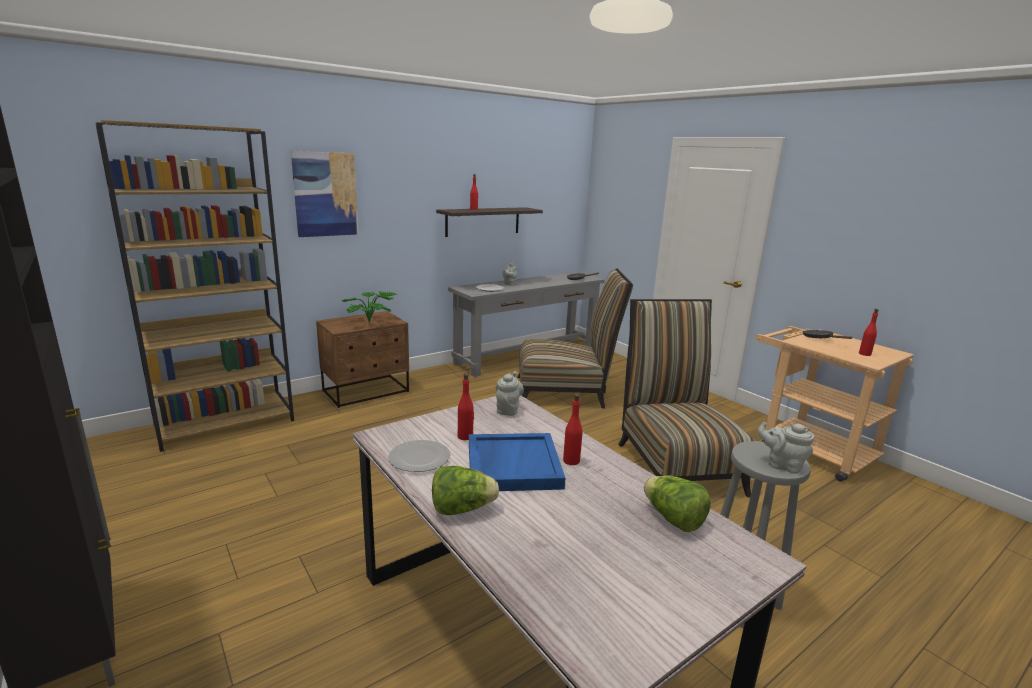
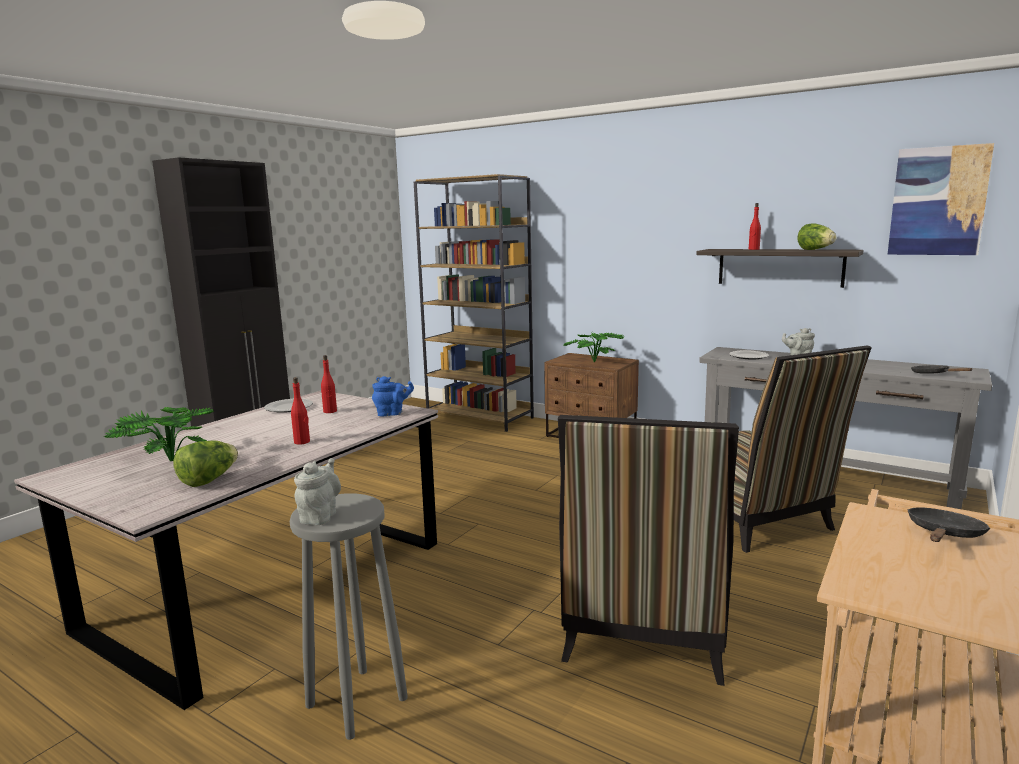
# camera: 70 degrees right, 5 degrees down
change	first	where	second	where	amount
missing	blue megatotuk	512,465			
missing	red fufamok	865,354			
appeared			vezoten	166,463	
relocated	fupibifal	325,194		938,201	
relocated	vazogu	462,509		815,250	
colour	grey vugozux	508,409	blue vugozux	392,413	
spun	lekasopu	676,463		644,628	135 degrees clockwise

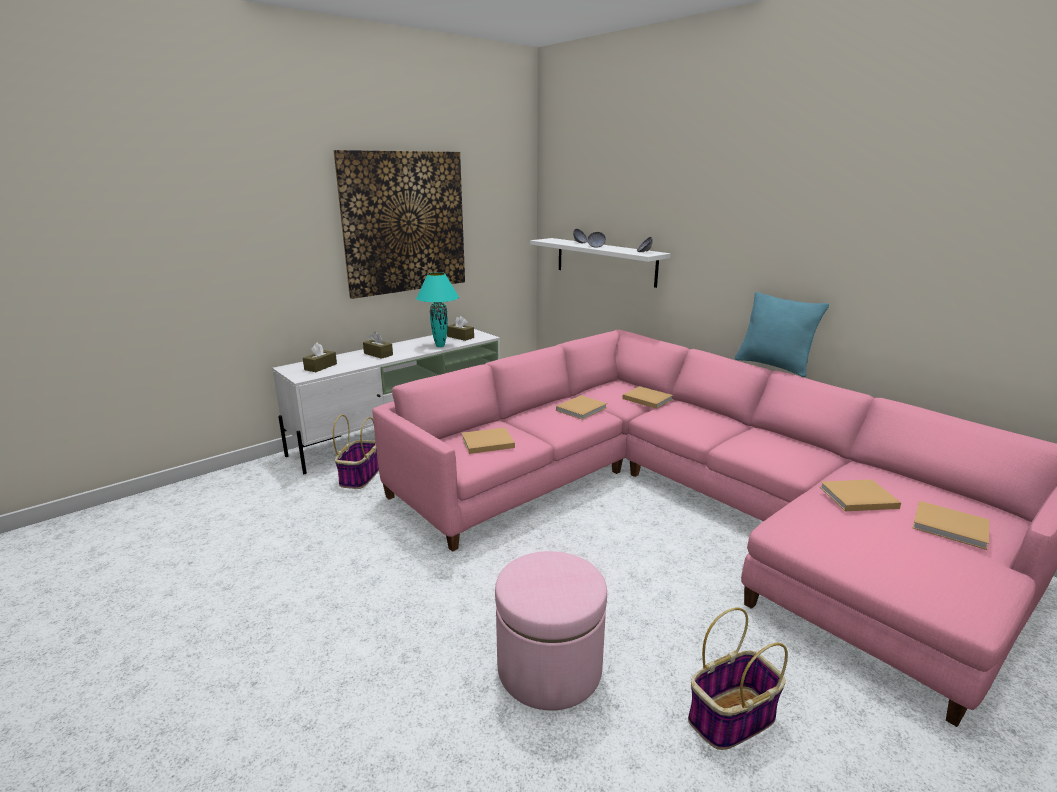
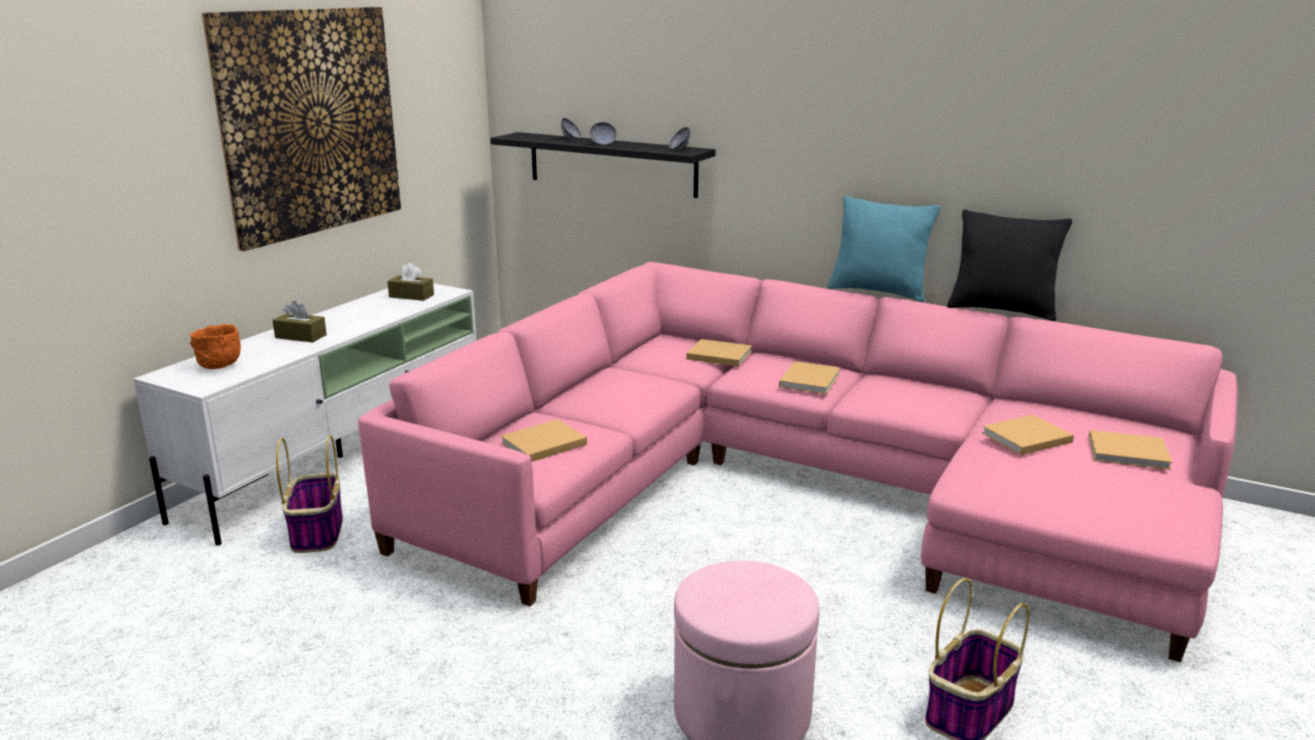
# camera: 20 degrees left, 0 degrees up
change	first	where	second	where	amount
missing	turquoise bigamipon	440,346			
appeared			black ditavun	1002,310	
relocated	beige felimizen	582,408		810,379	
exchanged	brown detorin	320,367	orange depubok	220,367	
colour	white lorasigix	605,261	black lorasigix	611,164	

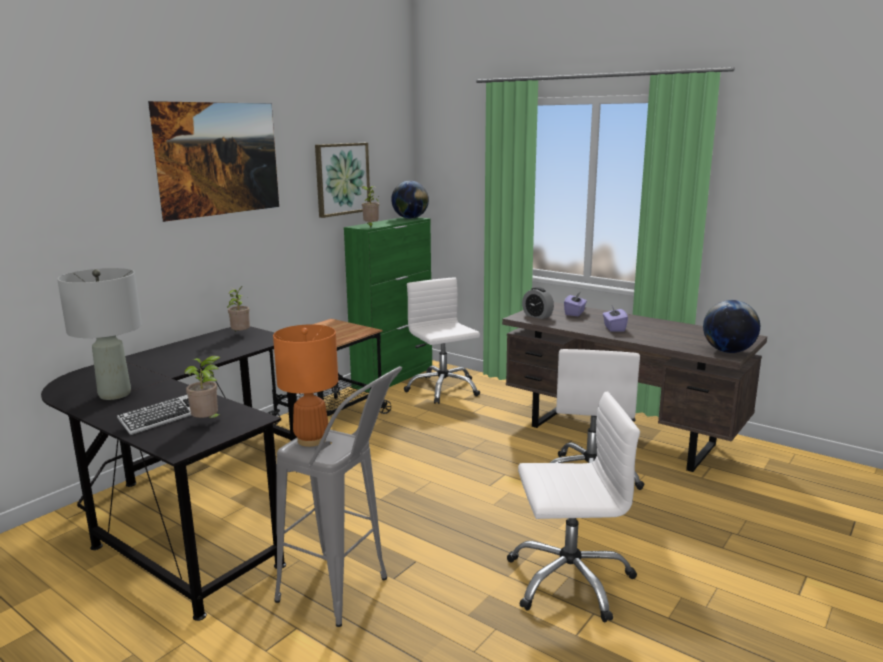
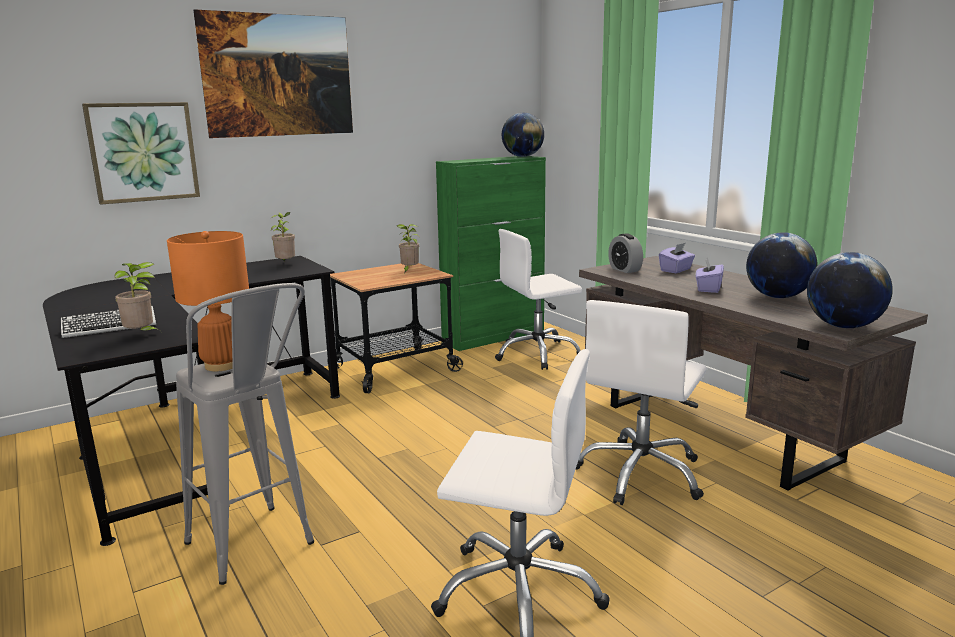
# camera: 20 degrees right, 0 degrees up
change	first	where	second	where	amount
missing	grey bigamipon	114,394			
appeared			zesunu	777,297	
relocated	fupibifal	342,179		143,152	
relocated	vezoten	371,226		409,271	
spun	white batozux	442,389		537,354	105 degrees counterclockwise

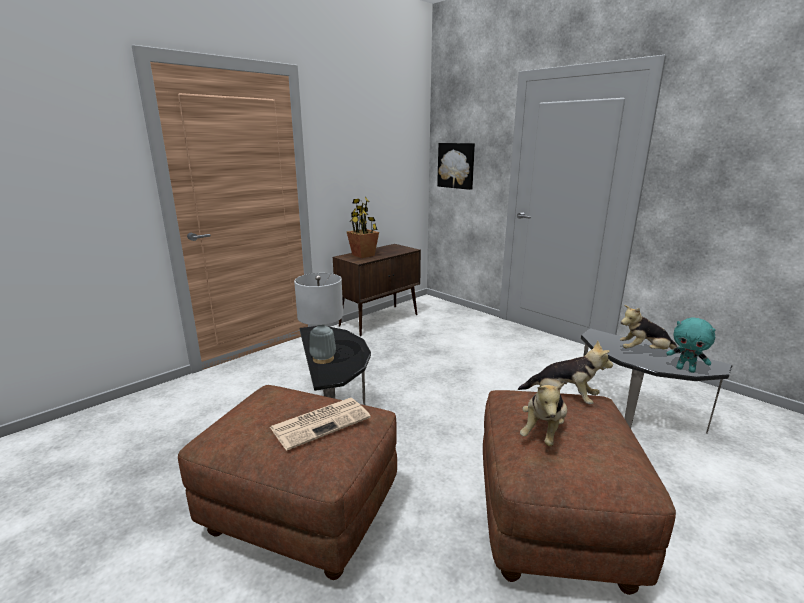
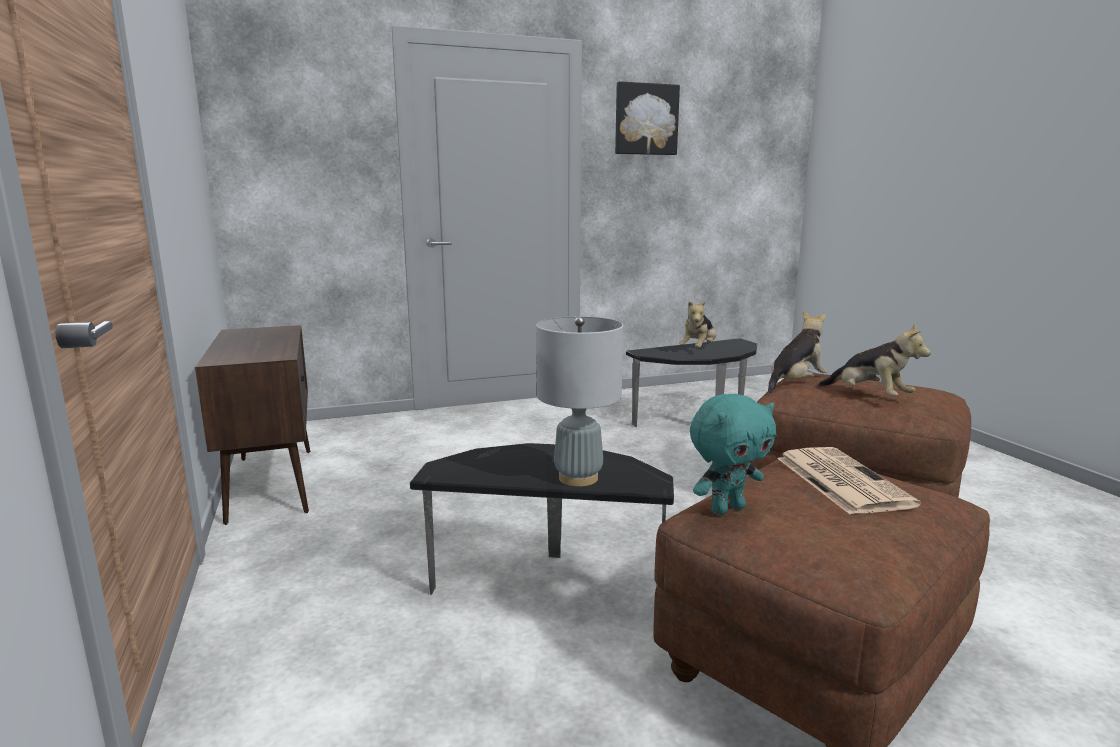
# camera: 65 degrees left, 5 degrees down
change	first	where	second	where	amount
missing	vezoten	363,255			
relocated	fupibifal	456,165		645,119	
relocated	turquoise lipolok	685,369		727,508	

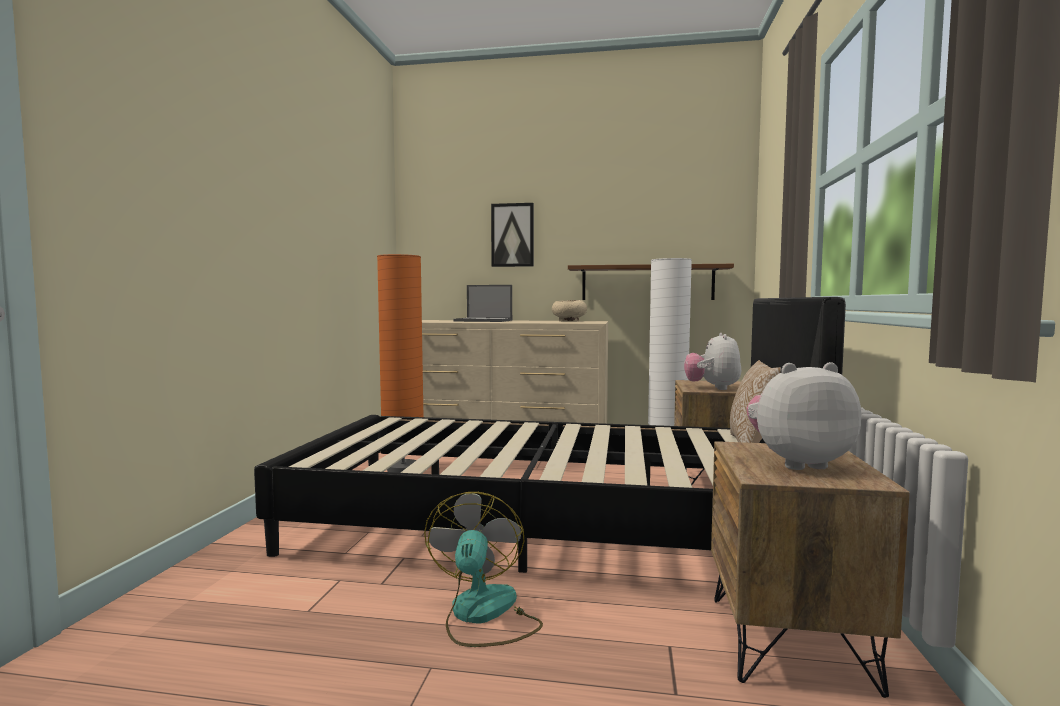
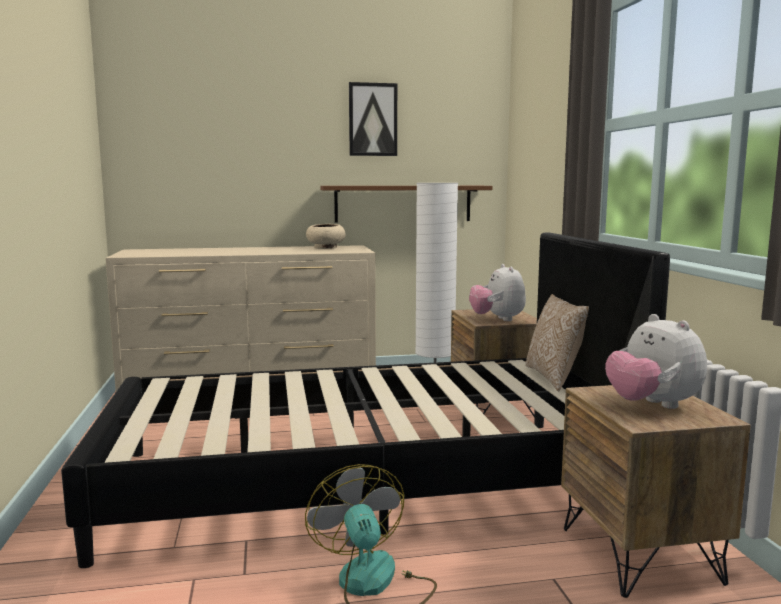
# camera: 20 degrees left, 5 degrees up
change	first	where	second	where	amount
missing	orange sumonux	403,469			
missing	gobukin	484,321			
relocated	fupibifal	512,235		372,119	
spun	lipolok	797,463		652,405	90 degrees counterclockwise

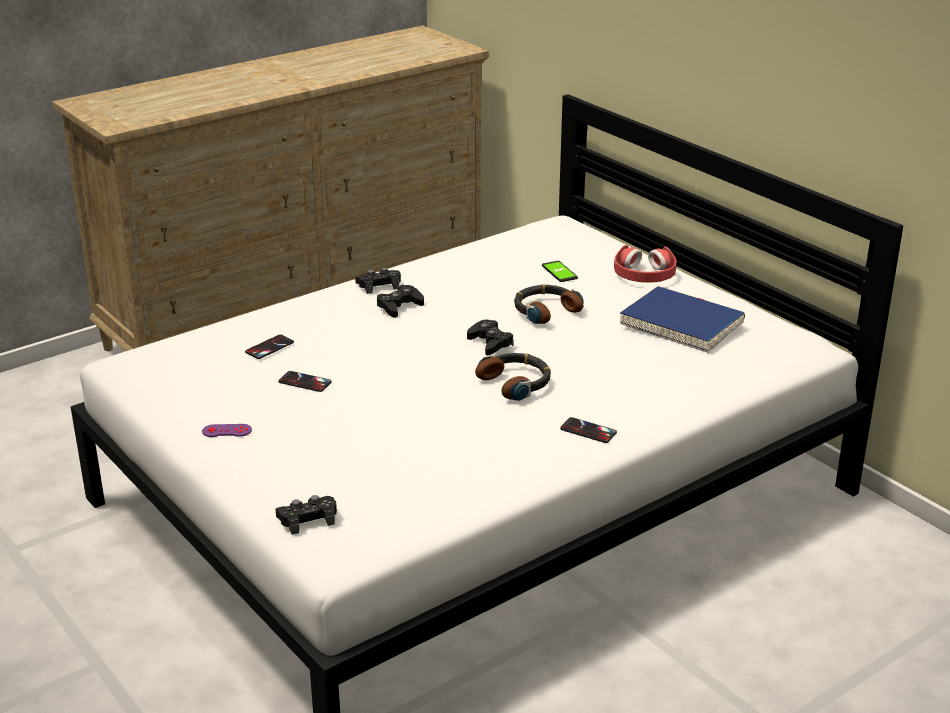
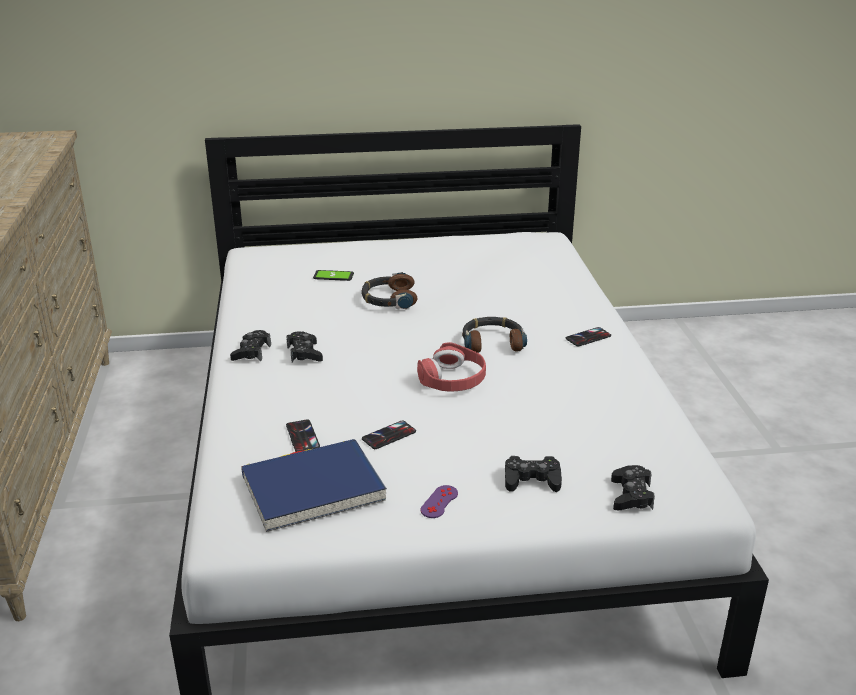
# camera: 60 degrees left, 0 degrees up
change	first	where	second	where	amount
relocated	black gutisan	490,343		532,480	
relocated	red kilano	644,275		453,379	
relocated	blue felimizen	681,324		313,489	

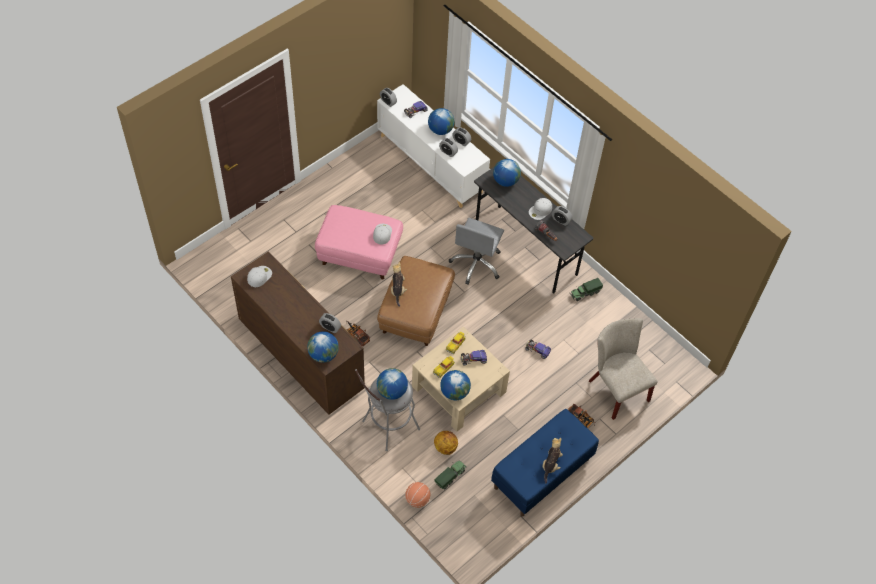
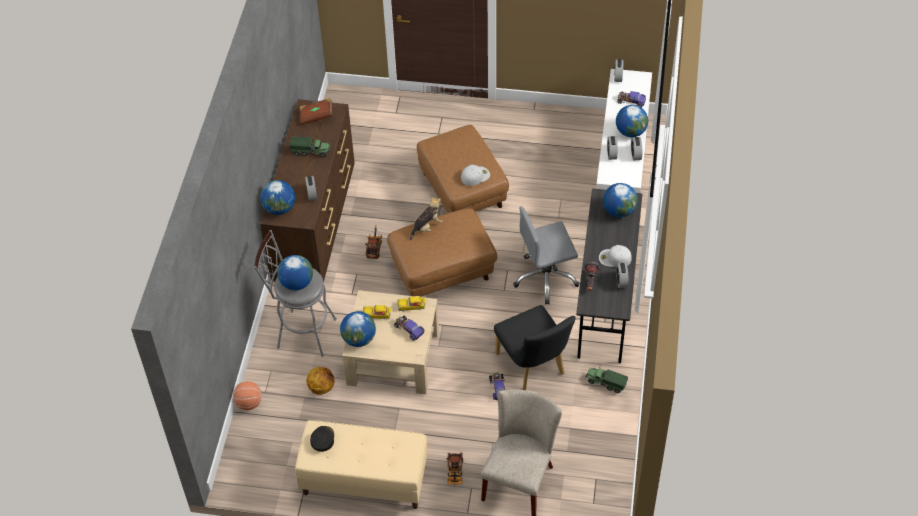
# camera: 55 degrees right, 5 degrees down
change	first	where	second	where	amount
missing	lipolok	551,464			
appeared			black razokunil	322,439	
appeared			black lekasopu	533,367	
relocated	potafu	450,477		311,152	
exchanged	white razokunil	259,276	brown felimizen	316,116	
colour	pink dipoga	359,254	brown dipoga	462,190	
colour	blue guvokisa	541,474	beige guvokisa	364,480	

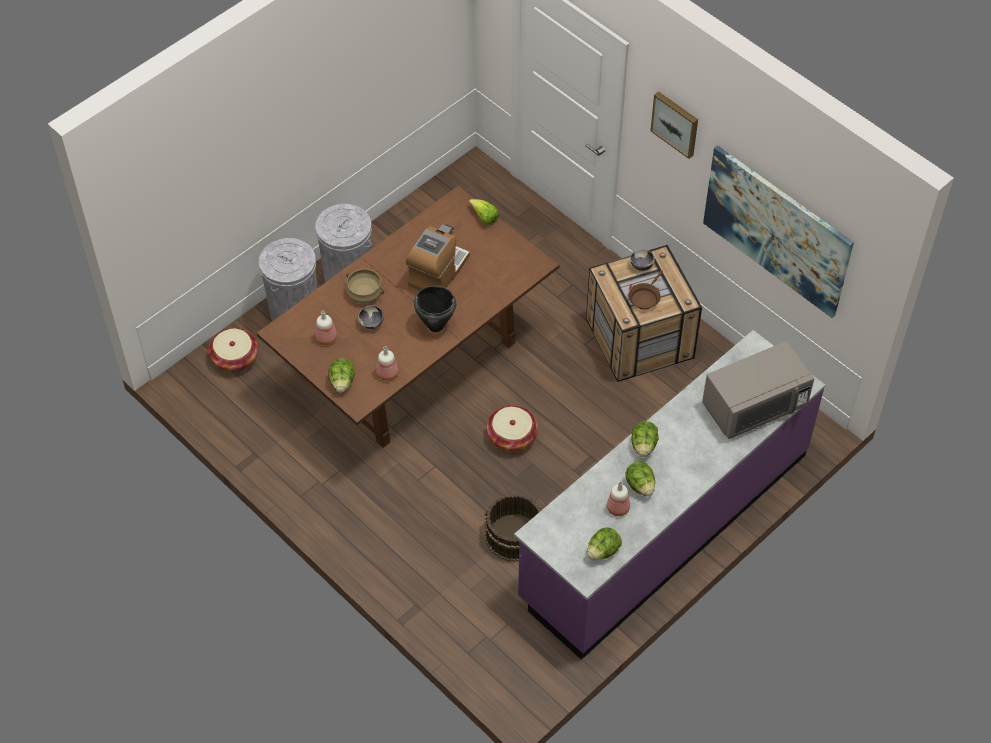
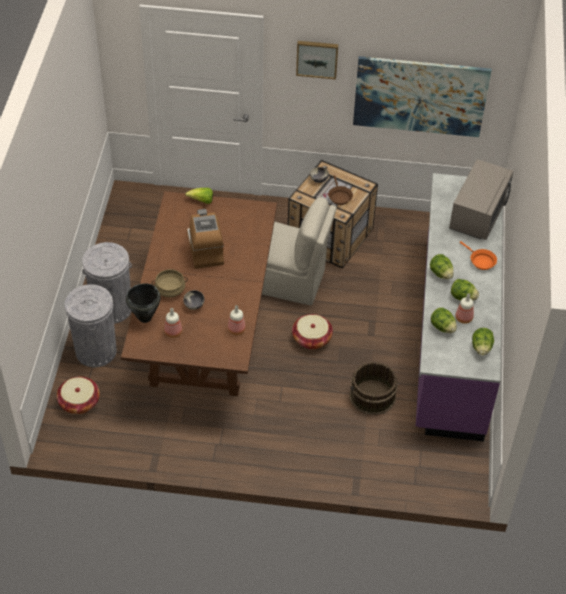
# camera: 40 degrees left, 5 degrees down
change	first	where	second	where	amount
appeared			beige lekasopu	288,281	
appeared			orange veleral	480,261	
relocated	vazogu	342,382		442,327	
relocated	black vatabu	435,325		144,317	

